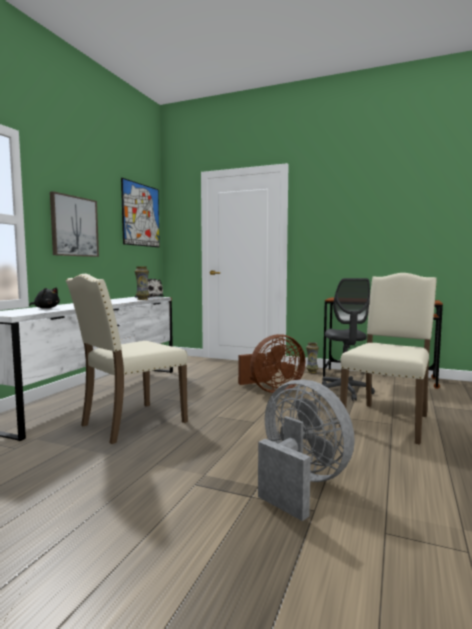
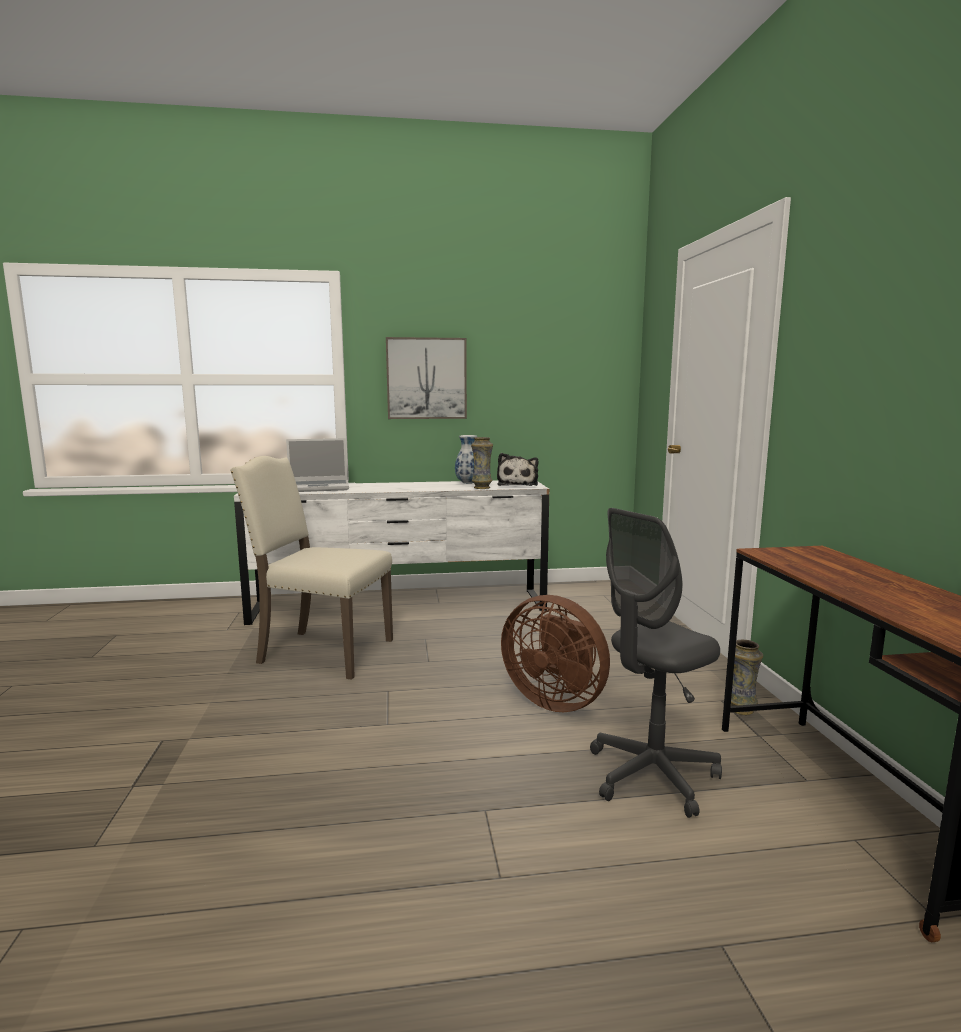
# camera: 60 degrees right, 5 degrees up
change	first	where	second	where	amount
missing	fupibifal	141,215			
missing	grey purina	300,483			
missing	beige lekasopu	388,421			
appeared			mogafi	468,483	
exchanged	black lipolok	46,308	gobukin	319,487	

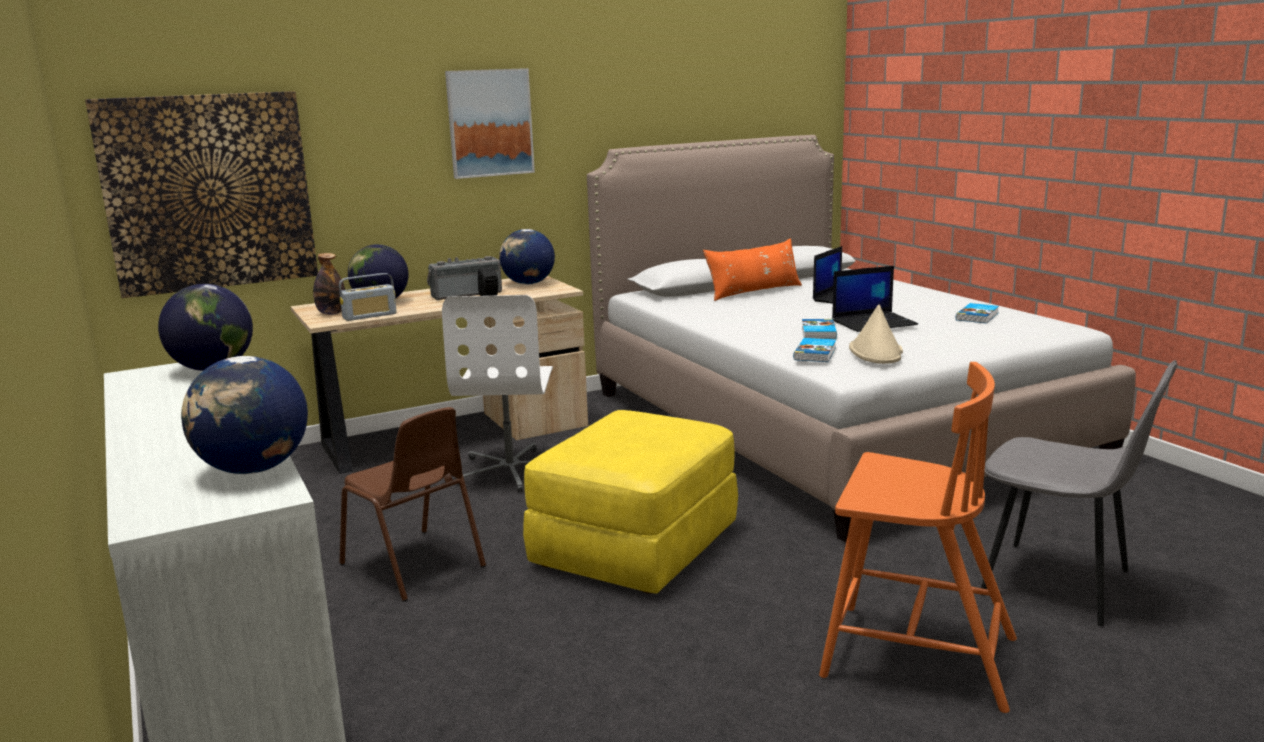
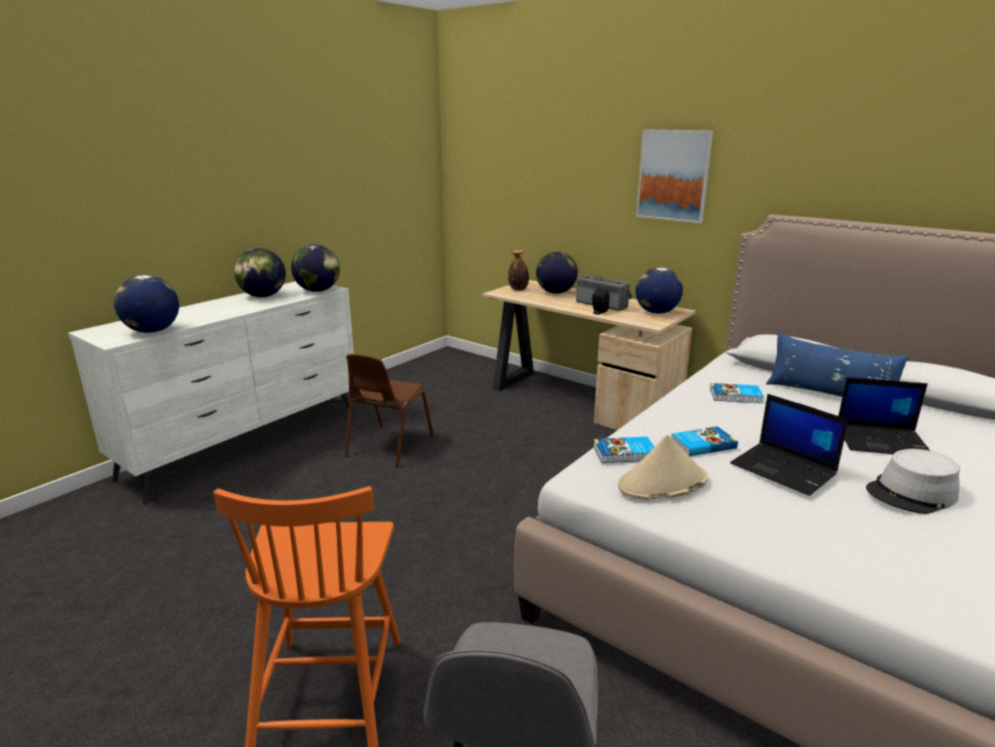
# camera: 65 degrees right, 5 degrees up
change	first	where	second	where	amount
missing	fupibifal	208,192			
missing	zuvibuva	369,316			
missing	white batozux	511,470			
missing	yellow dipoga	635,545			
appeared			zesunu	263,296	
appeared			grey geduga	912,493	
relocated	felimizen	978,316		736,396	
colour	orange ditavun	754,292	blue ditavun	829,394	

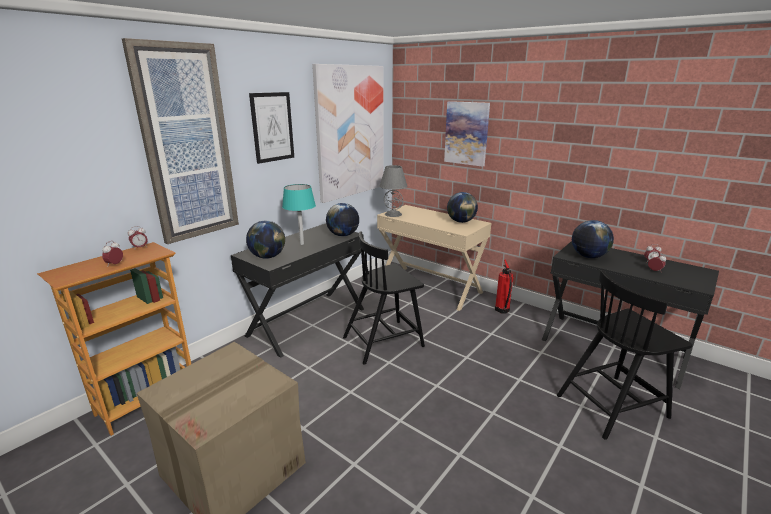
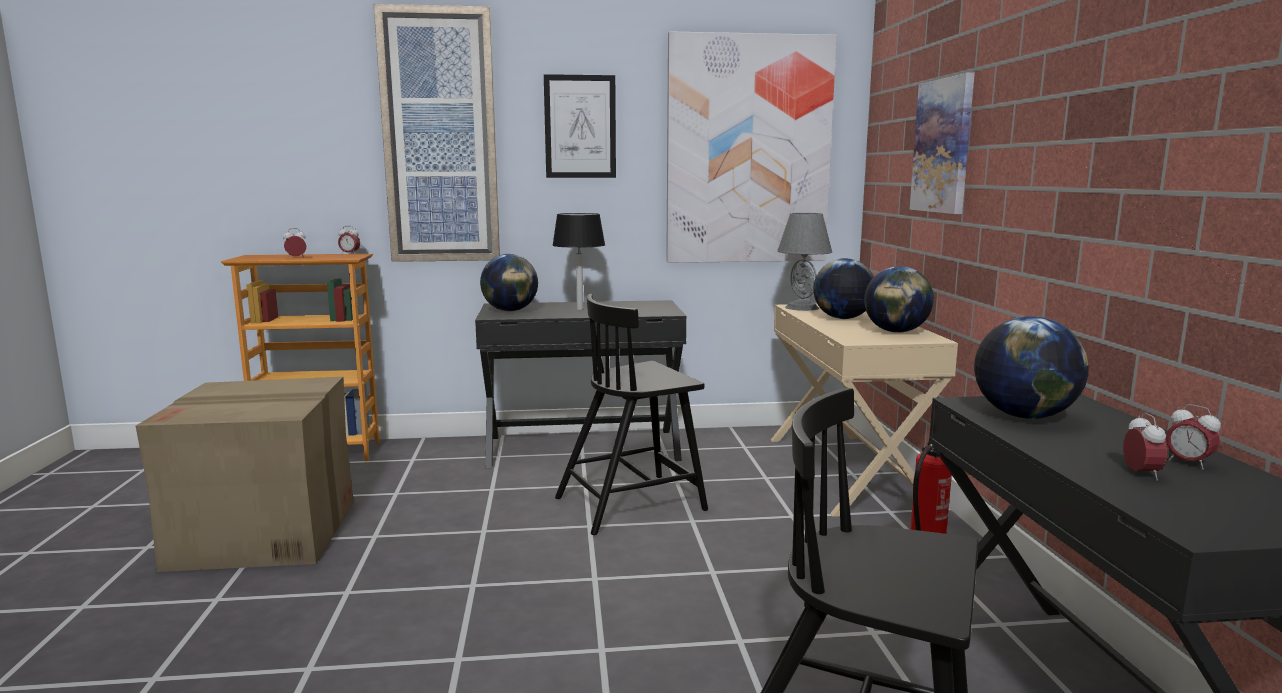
# camera: 45 degrees right, 10 degrees down
change	first	where	second	where	amount
relocated	zesunu	343,235		842,318	
colour	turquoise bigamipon	302,244	black bigamipon	580,309	
spun	black lekasopu	384,341		632,503	45 degrees counterclockwise

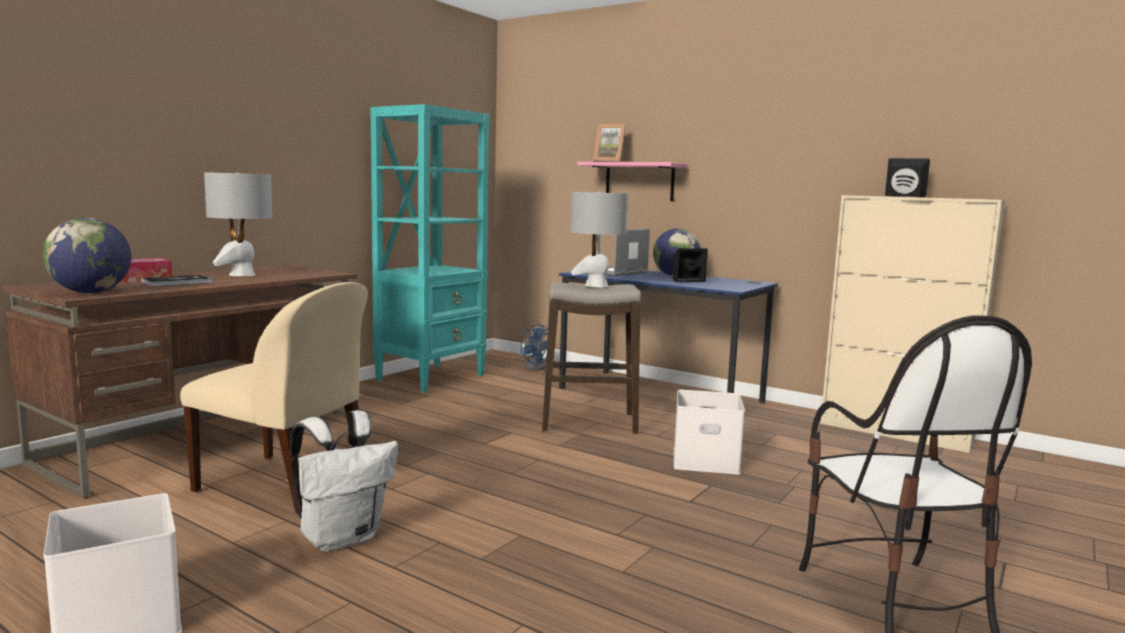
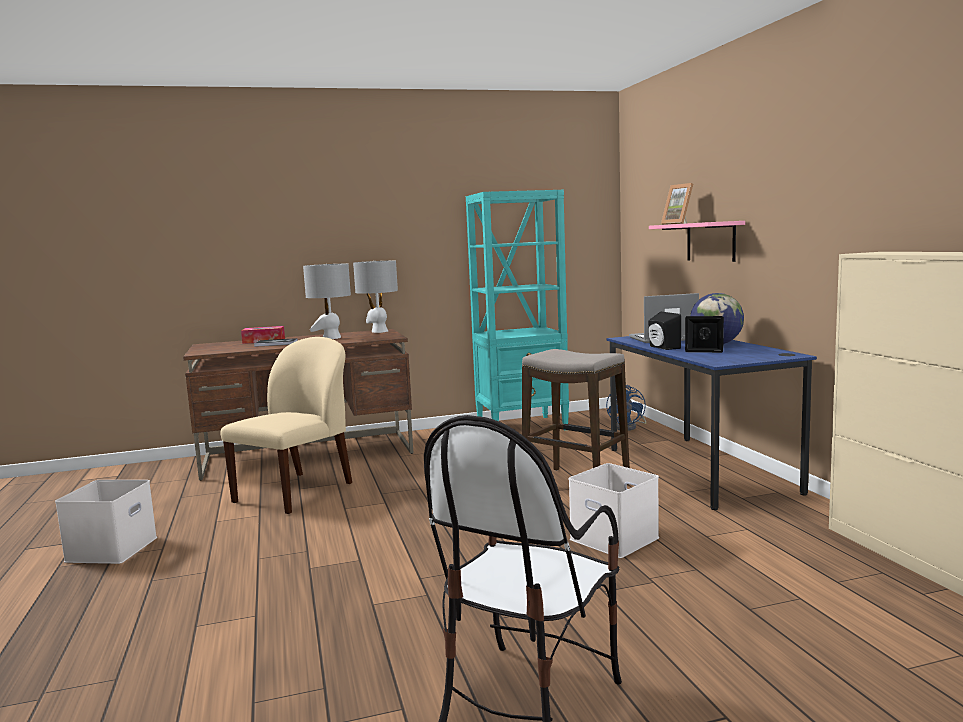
# camera: 40 degrees right, 0 degrees up
change	first	where	second	where	amount
missing	zesunu	91,292			
missing	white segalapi	342,538			
relocated	grey bigamipon	596,286		379,331	
relocated	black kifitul	904,196		662,347	
spun	beige lekasopu	285,484		296,492	120 degrees counterclockwise

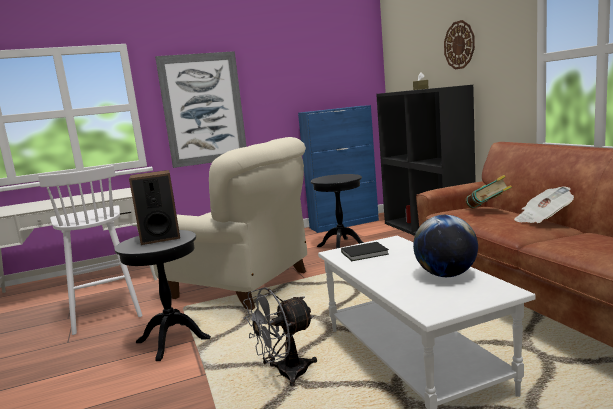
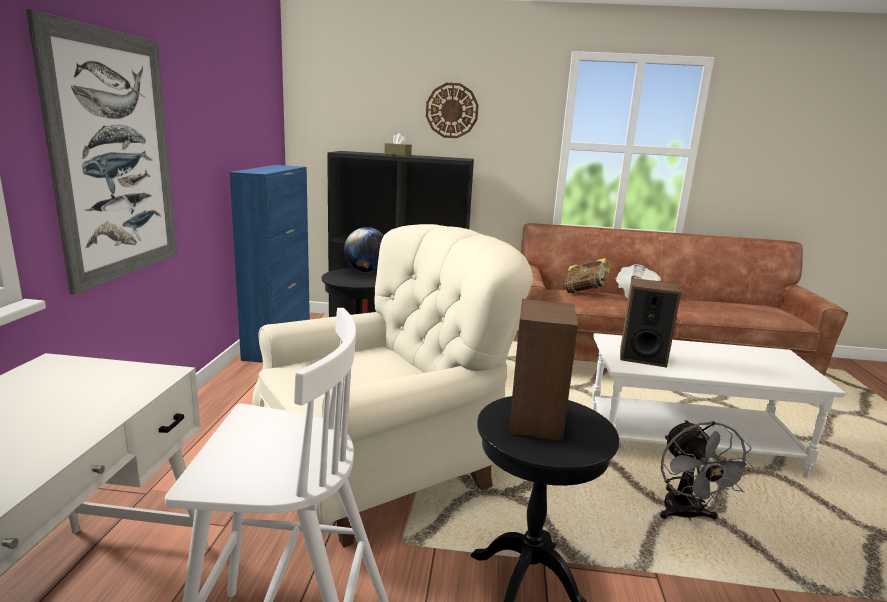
# camera: 65 degrees left, 5 degrees up
change	first	where	second	where	amount
relocated	zesunu	446,275		366,272	
exchanged	black felimizen	366,253	kifitul	642,357	

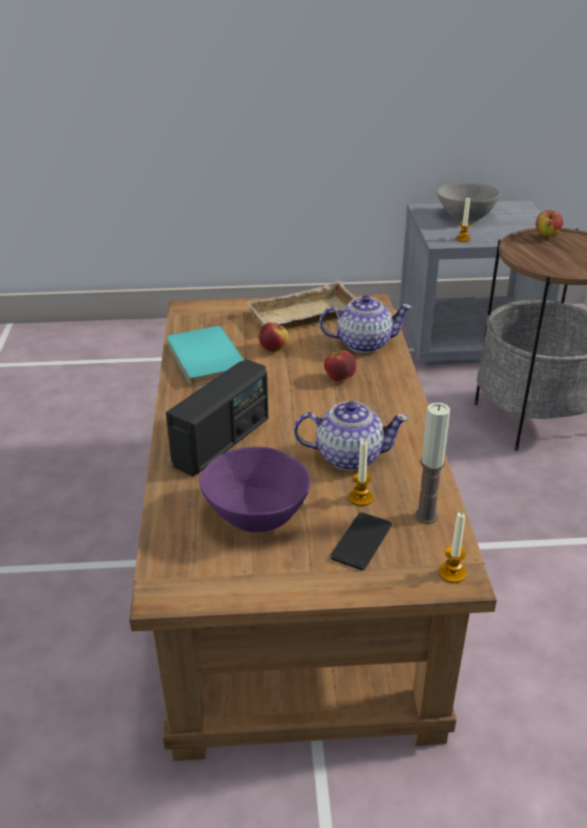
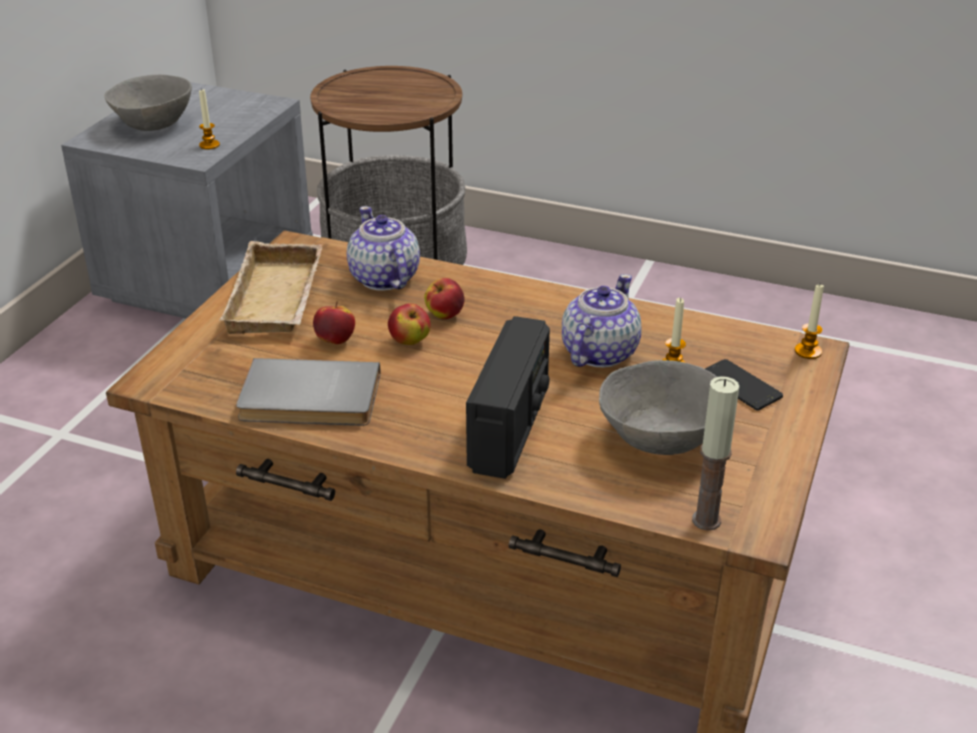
# camera: 65 degrees left, 0 degrees up
change	first	where	second	where	amount
relocated	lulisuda	426,516		706,520	
relocated	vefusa	547,235		409,341	
colour	turquoise felimizen	203,360	grey felimizen	309,400	
colour	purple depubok	257,514	grey depubok	661,437	
spun	zuvibuva	222,442		510,428	45 degrees clockwise
spun	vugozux	363,343		384,279	45 degrees counterclockwise

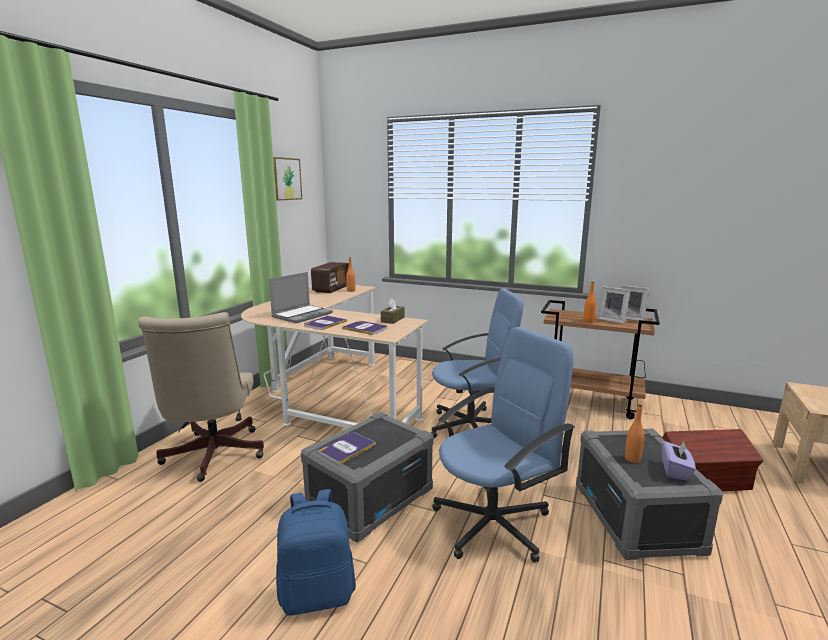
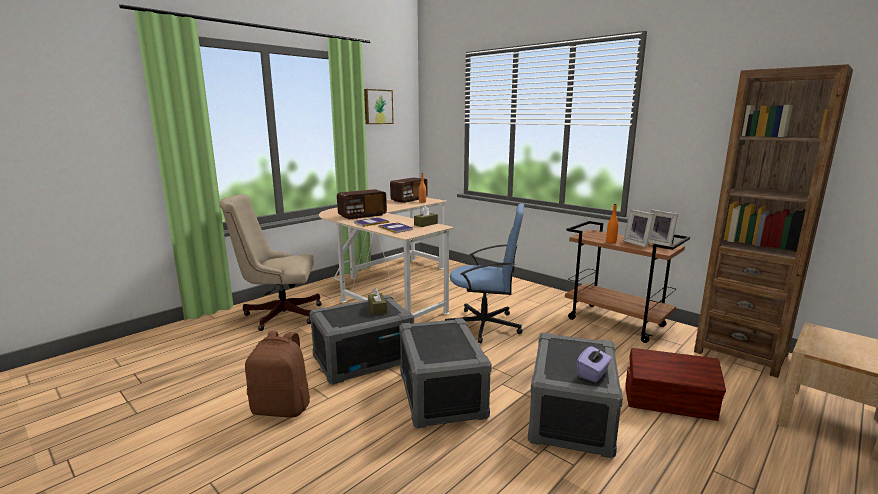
# camera: 20 degrees right, 0 degrees up
change	first	where	second	where	amount
missing	felimizen	346,448			
missing	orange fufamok	632,459			
appeared			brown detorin	377,309	
appeared			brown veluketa	740,353	
exchanged	gobukin	302,315	zuvibuva	362,215	
exchanged	blue batozux	494,523	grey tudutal	442,394	
colour	blue segalapi	317,594	brown segalapi	282,408	
spun	beige batozux	212,457		278,314	75 degrees clockwise

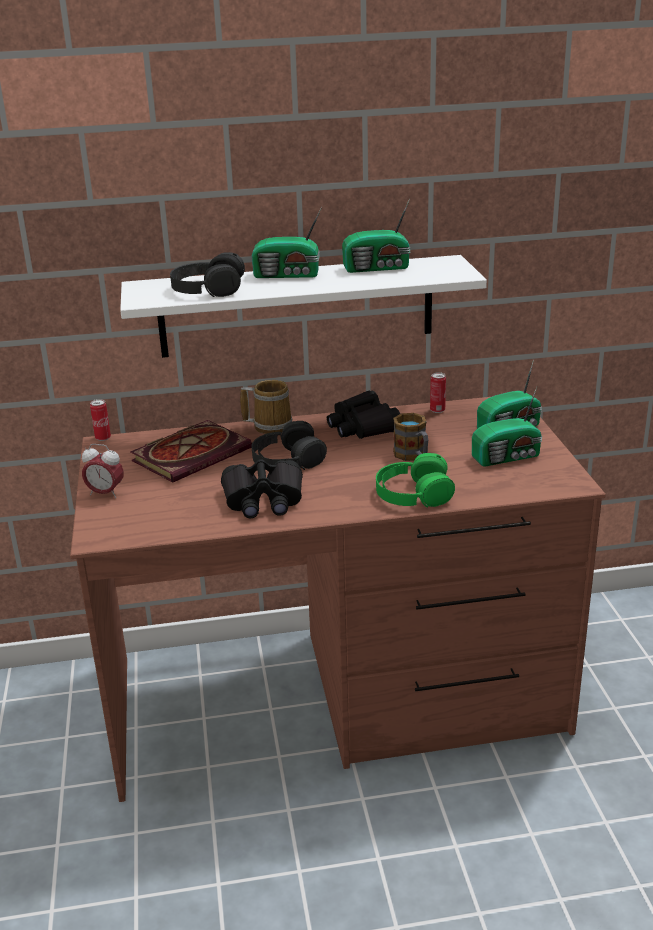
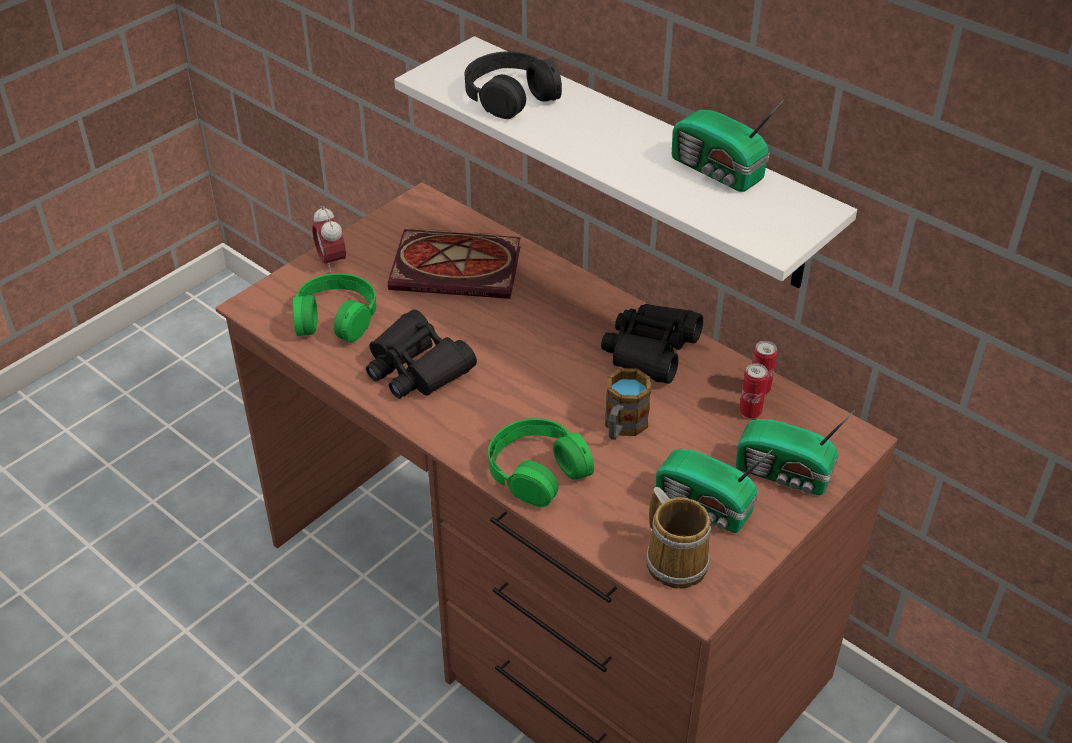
# camera: 50 degrees right, 15 degrees up
change	first	where	second	where	amount
missing	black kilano	287,459			
missing	zuvibuva	288,275			
appeared			green kilano	335,317	
relocated	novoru	103,438		750,412	
relocated	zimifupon	270,425		676,559	

